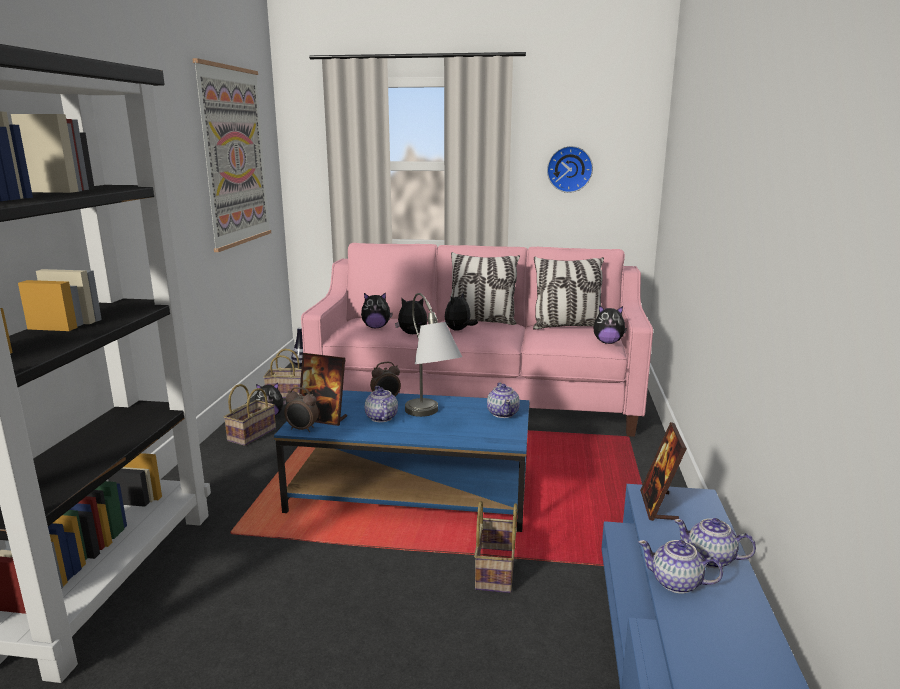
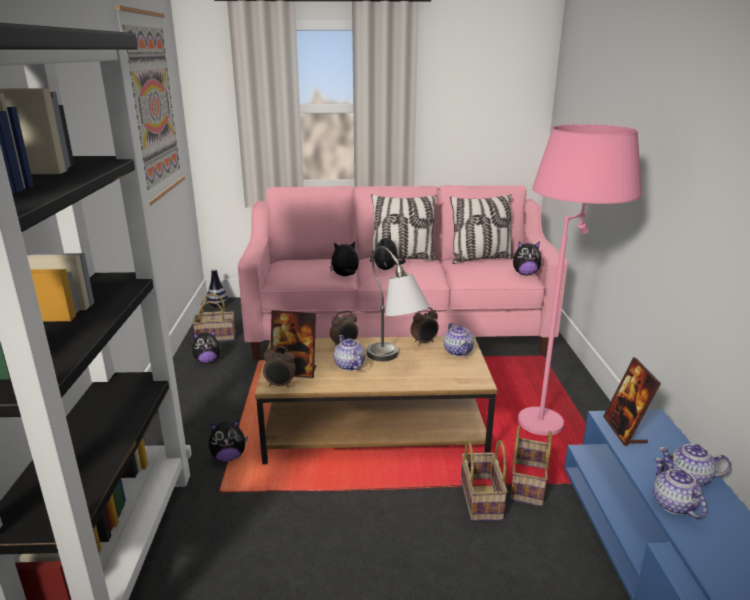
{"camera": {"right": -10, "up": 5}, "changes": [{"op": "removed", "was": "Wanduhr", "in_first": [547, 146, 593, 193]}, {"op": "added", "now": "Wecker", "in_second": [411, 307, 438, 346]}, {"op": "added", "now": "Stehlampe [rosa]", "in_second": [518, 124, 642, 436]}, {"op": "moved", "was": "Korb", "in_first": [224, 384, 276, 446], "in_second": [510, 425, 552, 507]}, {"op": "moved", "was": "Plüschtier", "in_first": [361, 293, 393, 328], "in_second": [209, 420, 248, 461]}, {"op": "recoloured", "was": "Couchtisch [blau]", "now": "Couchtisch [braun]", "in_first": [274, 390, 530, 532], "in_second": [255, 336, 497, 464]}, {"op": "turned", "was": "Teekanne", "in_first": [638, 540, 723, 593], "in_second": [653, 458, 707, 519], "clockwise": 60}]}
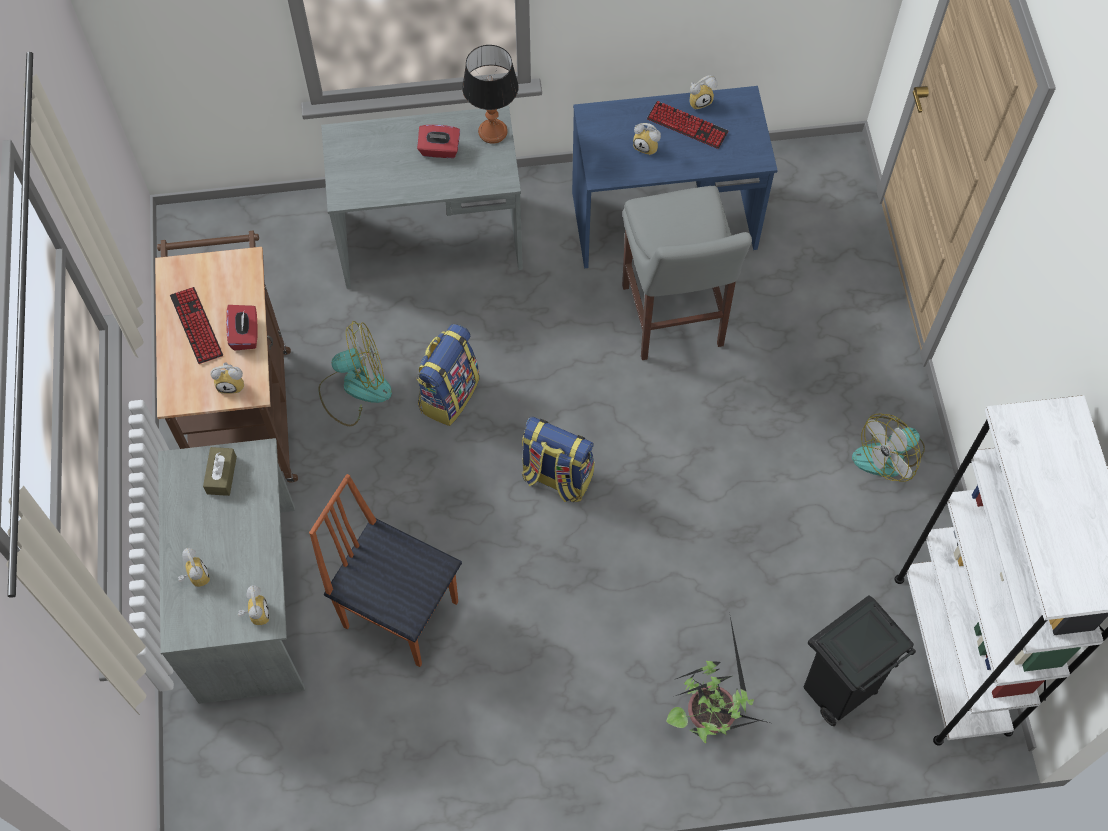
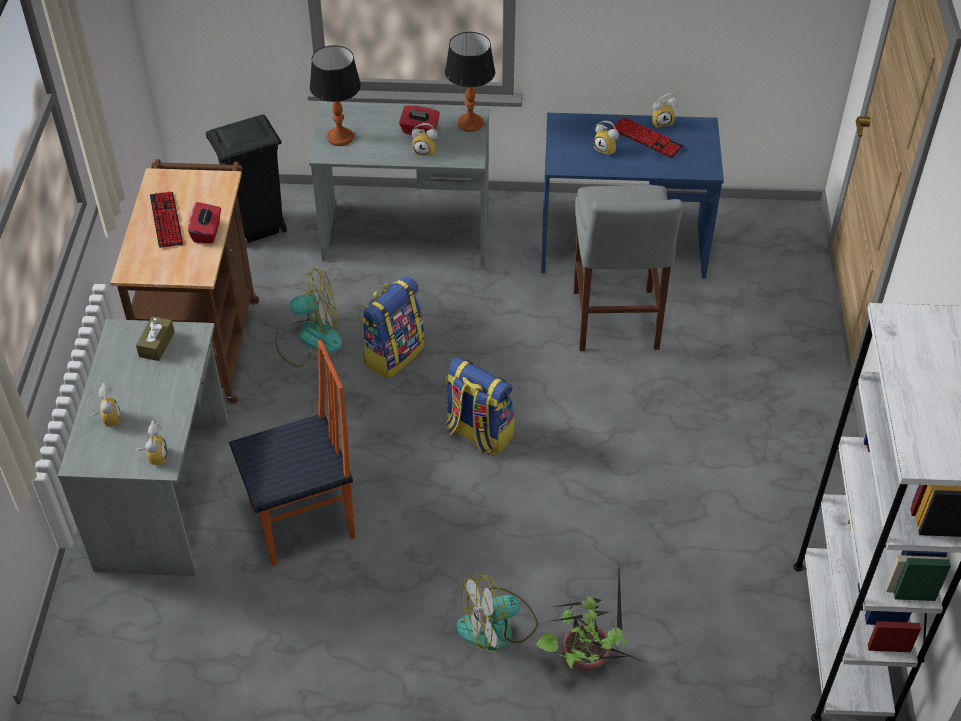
{"camera": {"right": 10, "up": -15}, "changes": [{"op": "added", "now": "Tischlampe", "in_second": [310, 45, 361, 146]}, {"op": "moved", "was": "Wecker", "in_first": [210, 362, 244, 394], "in_second": [412, 123, 438, 156]}, {"op": "moved", "was": "Mülleimer [schwarz]", "in_first": [804, 595, 916, 726], "in_second": [205, 114, 287, 243]}, {"op": "moved", "was": "Ventilator", "in_first": [852, 413, 925, 482], "in_second": [456, 573, 538, 652]}, {"op": "turned", "was": "Stuhl", "in_first": [309, 474, 462, 667], "in_second": [229, 340, 355, 566], "clockwise": 120}]}
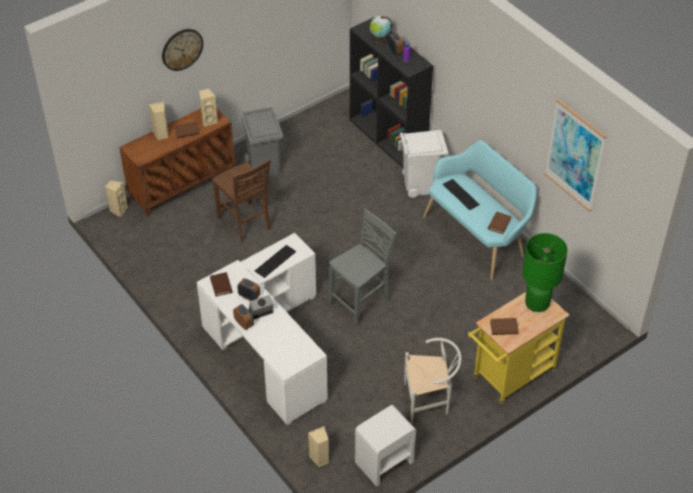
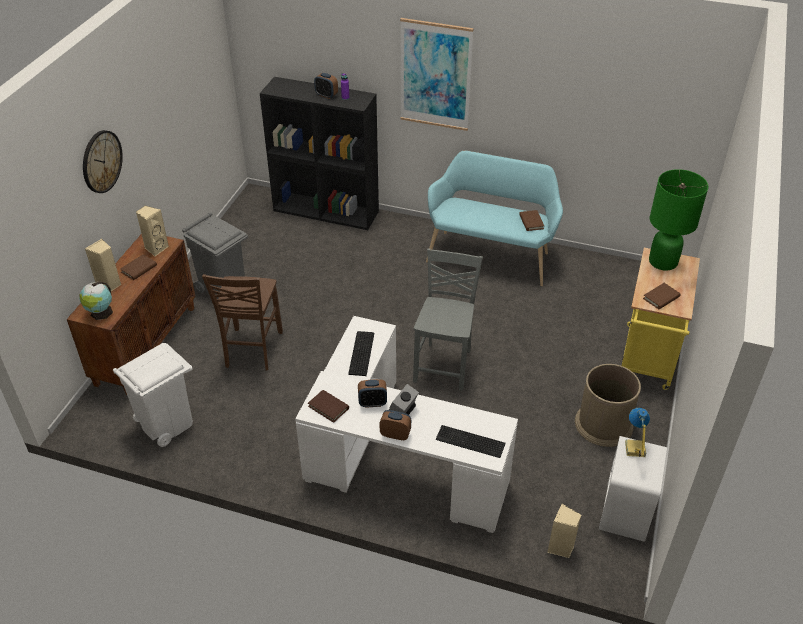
{"camera": {"right": -35, "up": -5}, "changes": [{"op": "removed", "was": "Lautsprecher [beige]", "in_first": [105, 180, 128, 217]}, {"op": "added", "now": "Tischlampe", "in_second": [625, 408, 650, 457]}, {"op": "moved", "was": "Globus", "in_first": [370, 16, 393, 44], "in_second": [79, 282, 113, 320]}, {"op": "moved", "was": "Mülleimer [weiß]", "in_first": [400, 130, 448, 198], "in_second": [113, 343, 193, 447]}, {"op": "moved", "was": "Tastatur", "in_first": [443, 179, 480, 210], "in_second": [436, 425, 506, 458]}, {"op": "moved", "was": "Bild", "in_first": [544, 99, 606, 212], "in_second": [400, 18, 474, 131]}, {"op": "replaced", "was": "Stuhl [weiß]", "now": "Mülleimer [braun]", "in_first": [404, 338, 462, 423], "in_second": [575, 364, 641, 447]}, {"op": "turned", "was": "Stuhl [braun]", "in_first": [212, 159, 271, 243], "in_second": [202, 274, 283, 370], "clockwise": 75}]}
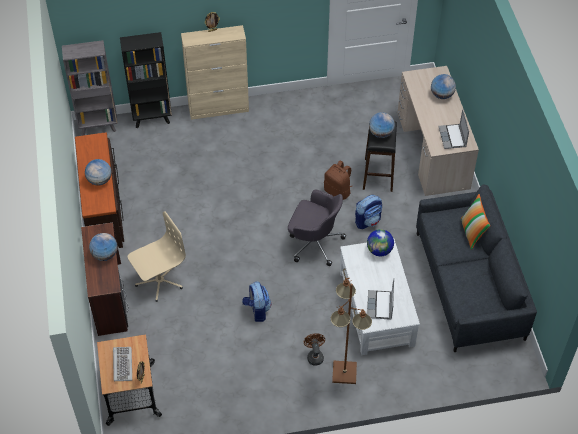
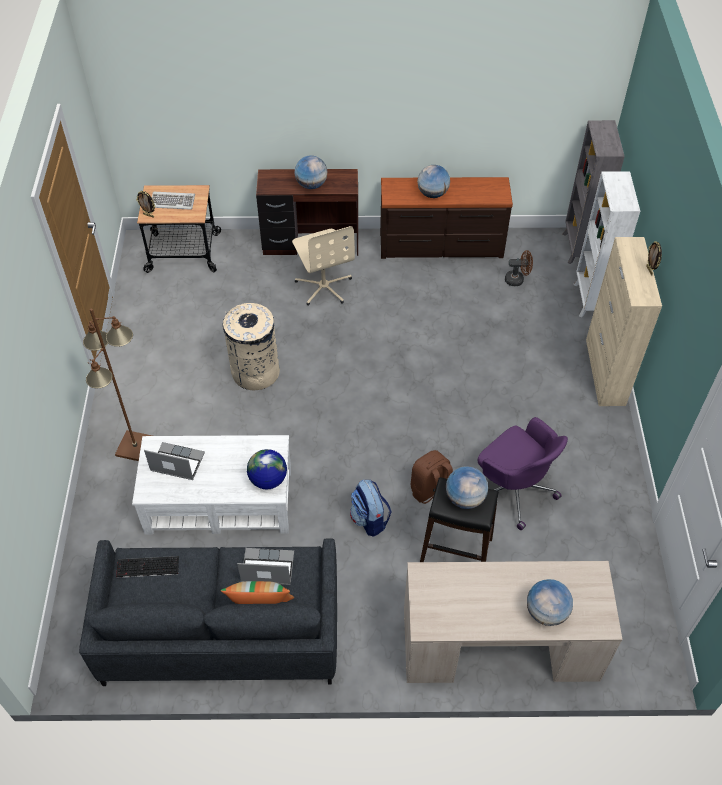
{"camera": {"right": 100, "up": 0}, "changes": [{"op": "removed", "was": "Bürostuhl [grau]", "in_first": [288, 190, 346, 266]}, {"op": "added", "now": "Tastatur", "in_second": [116, 556, 179, 578]}, {"op": "added", "now": "Bürostuhl [lila]", "in_second": [477, 417, 568, 530]}, {"op": "moved", "was": "Ventilator [braun]", "in_first": [304, 333, 325, 366], "in_second": [505, 250, 533, 286]}, {"op": "moved", "was": "Laptop", "in_first": [438, 109, 469, 149], "in_second": [237, 548, 294, 585]}, {"op": "replaced", "was": "Rucksack", "now": "Mülleimer [beige]", "in_first": [242, 282, 271, 322], "in_second": [223, 303, 280, 390]}, {"op": "recoloured", "was": "Bücherregal [schwarz]", "now": "Bücherregal [weiß]", "in_first": [120, 32, 172, 128], "in_second": [573, 171, 640, 318]}]}
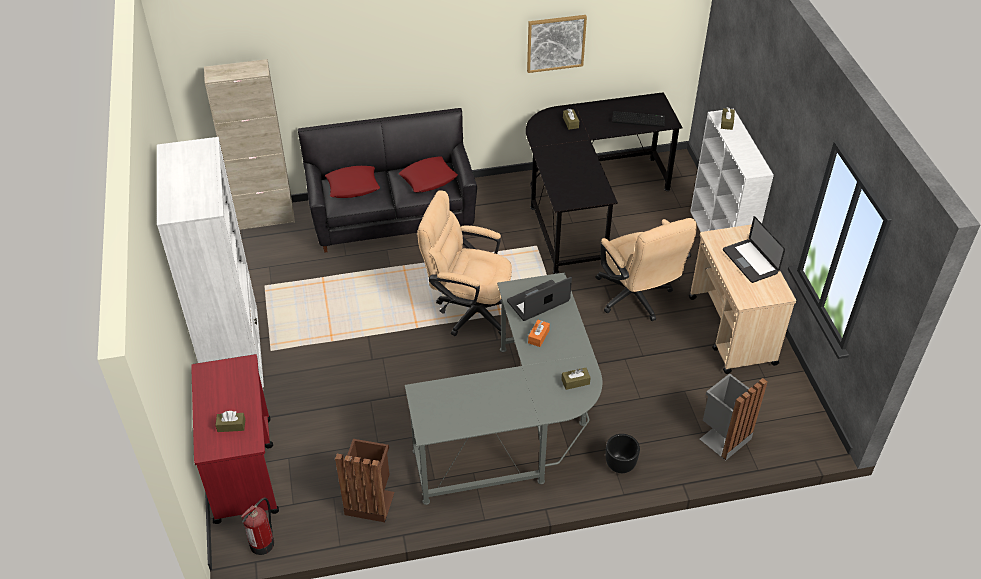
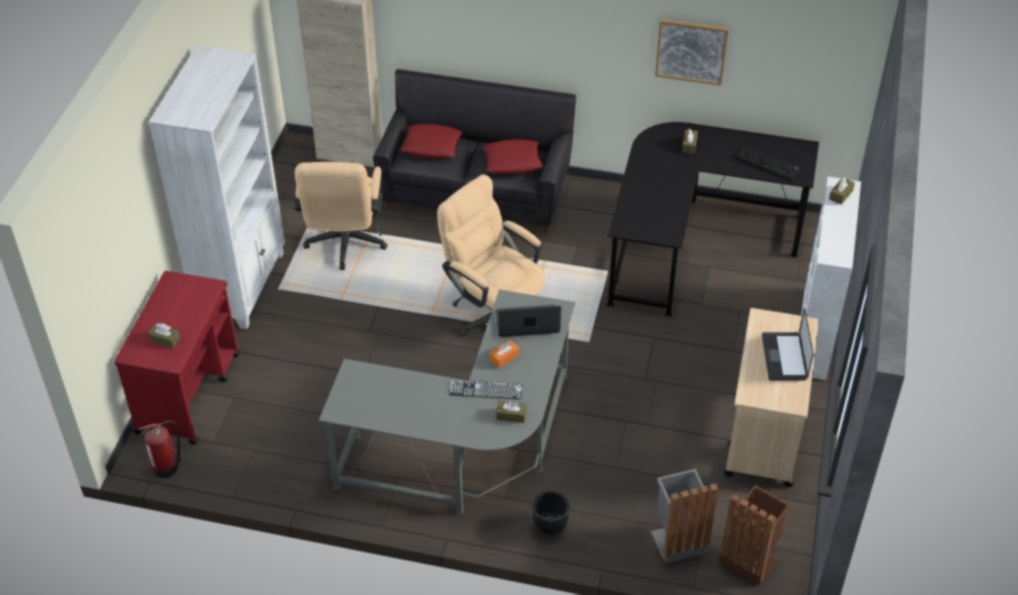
{"camera": {"right": 25, "up": 0}, "changes": [{"op": "added", "now": "Tastatur", "in_second": [449, 380, 522, 399]}, {"op": "moved", "was": "Mülleimer [braun]", "in_first": [335, 439, 394, 522], "in_second": [719, 485, 791, 586]}, {"op": "moved", "was": "Bürostuhl [beige]", "in_first": [595, 218, 697, 321], "in_second": [295, 162, 387, 270]}]}
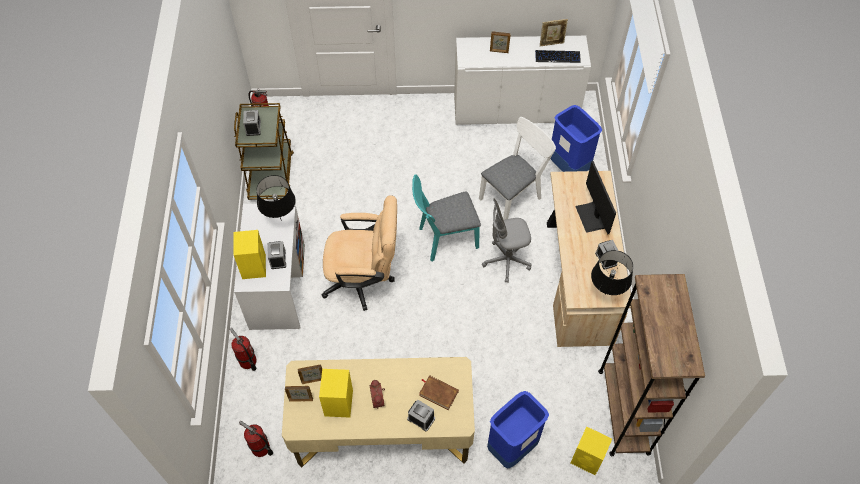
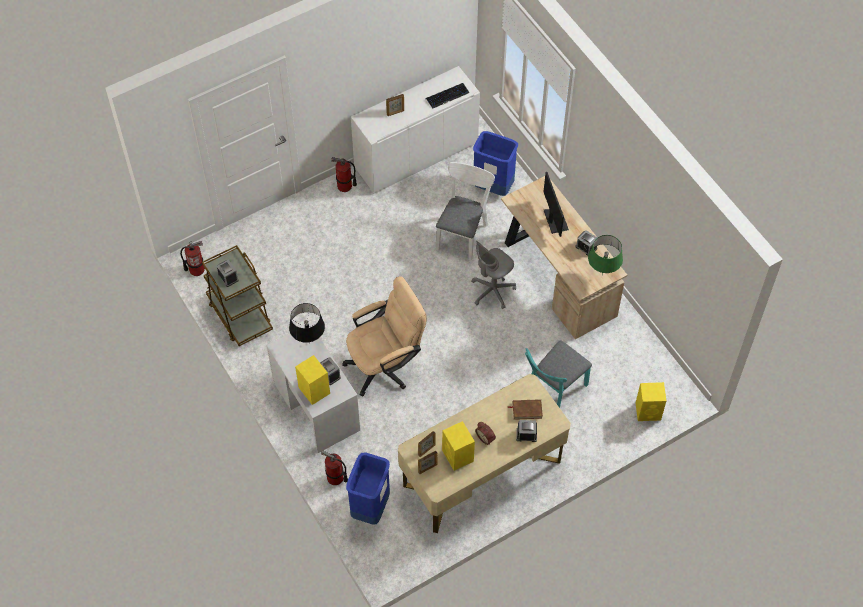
{"camera": {"right": -30, "up": 0}, "changes": [{"op": "removed", "was": "Bilderrahmen", "in_first": [540, 19, 568, 47]}, {"op": "removed", "was": "Bücherregal [braun]", "in_first": [598, 274, 705, 456]}, {"op": "moved", "was": "Feuerlöscher", "in_first": [239, 421, 273, 457], "in_second": [331, 157, 357, 192]}, {"op": "moved", "was": "Stuhl [türkis]", "in_first": [412, 174, 481, 262], "in_second": [525, 340, 592, 408]}, {"op": "moved", "was": "Mülleimer [blau]", "in_first": [487, 391, 549, 468], "in_second": [346, 452, 390, 524]}, {"op": "recoloured", "was": "Tischlampe [schwarz]", "now": "Tischlampe [grün]", "in_first": [591, 250, 633, 295], "in_second": [588, 235, 623, 276]}, {"op": "turned", "was": "Monitor", "in_first": [575, 161, 616, 234], "in_second": [543, 172, 569, 237], "clockwise": -150}]}
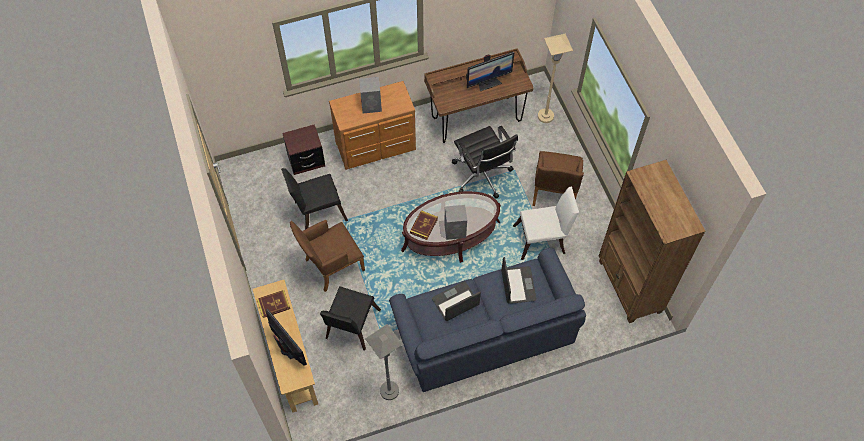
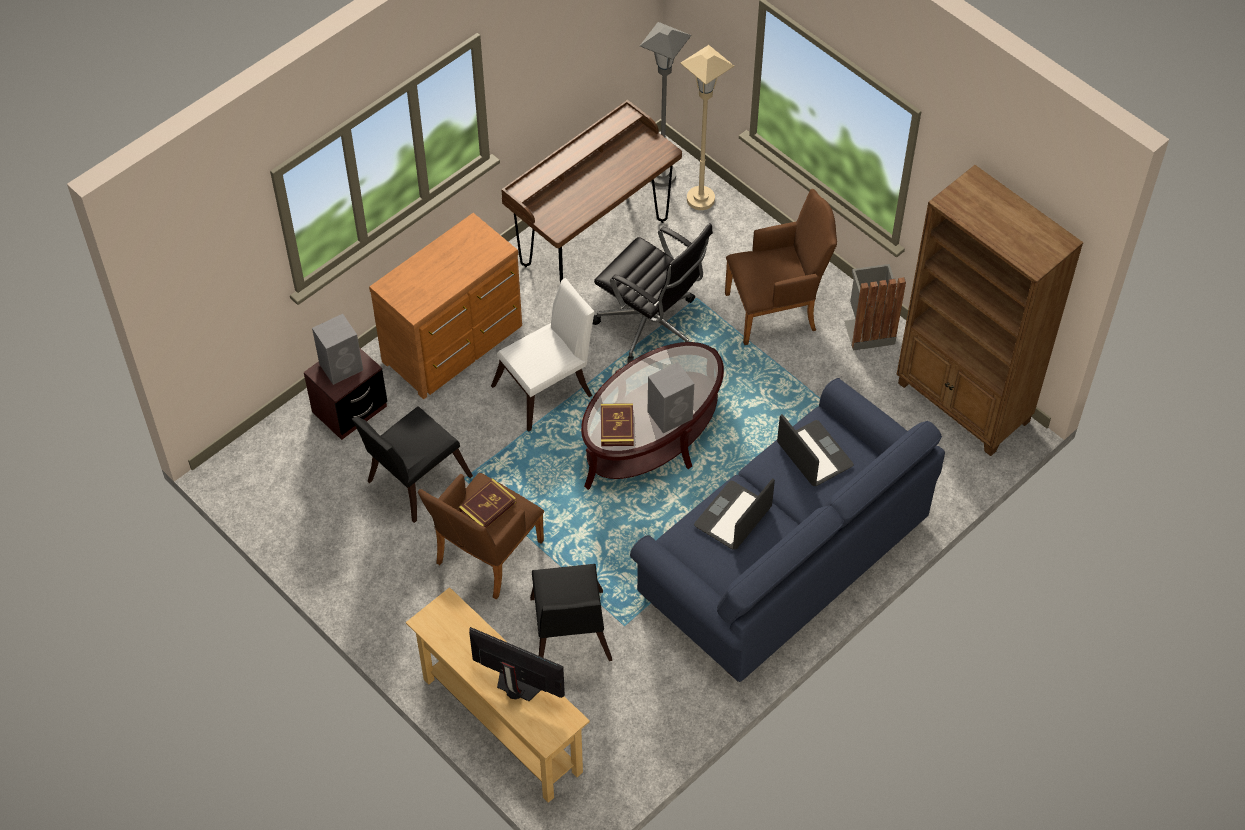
{"camera": {"right": -25, "up": -5}, "changes": [{"op": "removed", "was": "Monitor", "in_first": [466, 52, 514, 91]}, {"op": "added", "now": "Mülleimer [grau]", "in_second": [844, 264, 906, 351]}, {"op": "moved", "was": "Buch", "in_first": [257, 290, 290, 318], "in_second": [459, 479, 516, 528]}, {"op": "moved", "was": "Lautsprecher [grau]", "in_first": [359, 77, 382, 113], "in_second": [312, 314, 363, 385]}, {"op": "moved", "was": "Stehlampe [grau]", "in_first": [365, 324, 403, 400], "in_second": [640, 22, 691, 187]}, {"op": "moved", "was": "Stuhl [weiß]", "in_first": [513, 186, 579, 260], "in_second": [491, 278, 595, 432]}, {"op": "turned", "was": "Sessel [braun]", "in_first": [532, 151, 584, 206], "in_second": [725, 189, 837, 345], "clockwise": -90}]}
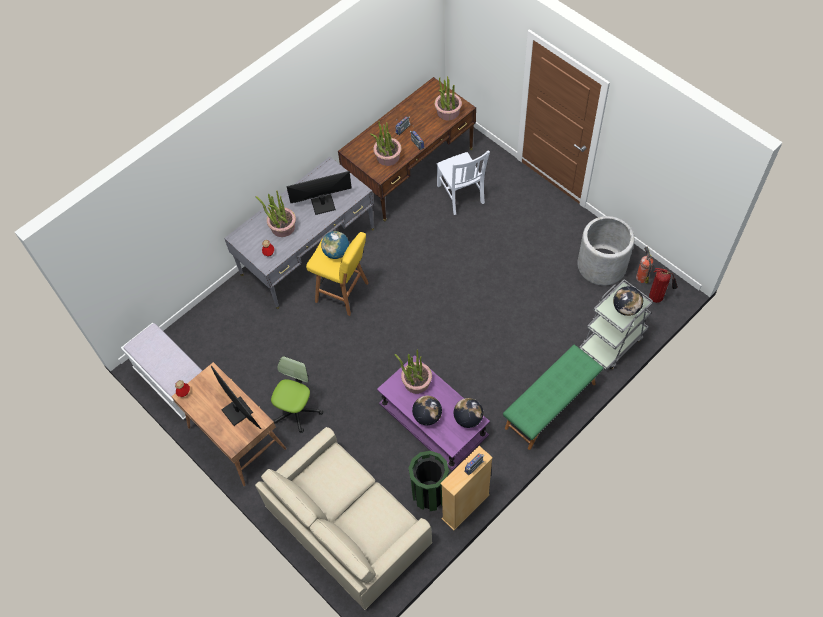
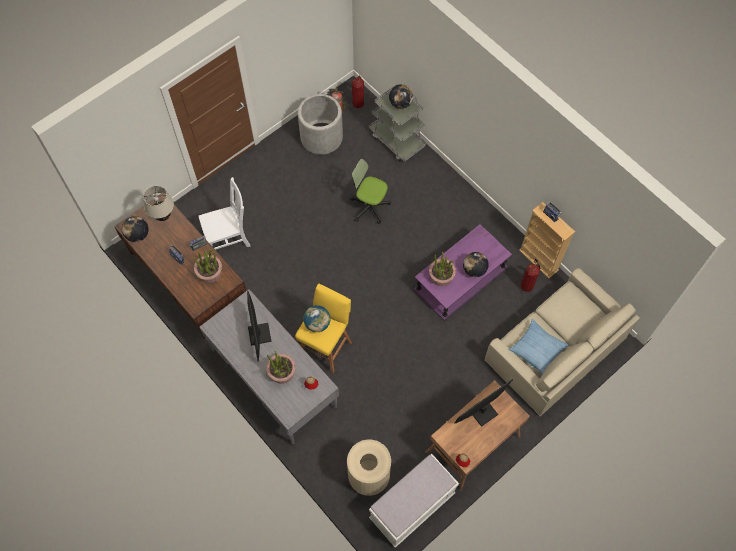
{"camera": {"right": -90, "up": 5}, "changes": [{"op": "removed", "was": "Bank [grün]", "in_first": [503, 345, 603, 450]}, {"op": "added", "now": "Mülleimer [beige]", "in_second": [347, 439, 391, 496]}, {"op": "added", "now": "Kissen", "in_second": [508, 319, 569, 374]}, {"op": "moved", "was": "Bürostuhl", "in_first": [271, 356, 323, 433], "in_second": [350, 159, 391, 224]}, {"op": "moved", "was": "Globus", "in_first": [454, 398, 483, 428], "in_second": [122, 216, 149, 242]}, {"op": "replaced", "was": "Mülleimer [grün]", "now": "Feuerlöscher", "in_first": [409, 451, 449, 511], "in_second": [521, 263, 540, 292]}, {"op": "replaced", "was": "Topfpflanze", "now": "Tischlampe [beige]", "in_first": [435, 76, 462, 120], "in_second": [143, 186, 174, 221]}]}
